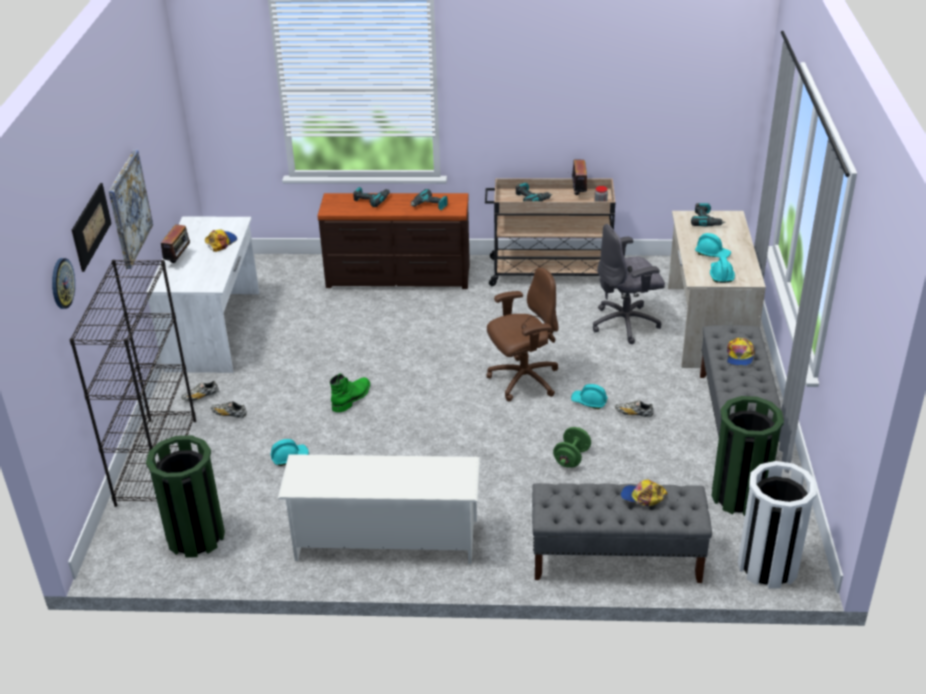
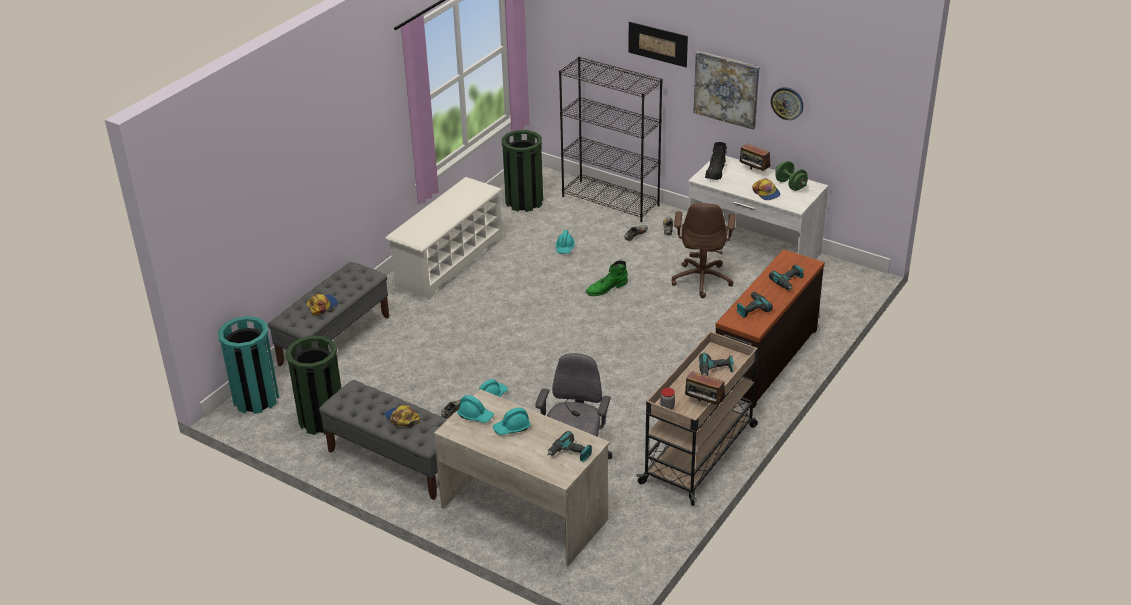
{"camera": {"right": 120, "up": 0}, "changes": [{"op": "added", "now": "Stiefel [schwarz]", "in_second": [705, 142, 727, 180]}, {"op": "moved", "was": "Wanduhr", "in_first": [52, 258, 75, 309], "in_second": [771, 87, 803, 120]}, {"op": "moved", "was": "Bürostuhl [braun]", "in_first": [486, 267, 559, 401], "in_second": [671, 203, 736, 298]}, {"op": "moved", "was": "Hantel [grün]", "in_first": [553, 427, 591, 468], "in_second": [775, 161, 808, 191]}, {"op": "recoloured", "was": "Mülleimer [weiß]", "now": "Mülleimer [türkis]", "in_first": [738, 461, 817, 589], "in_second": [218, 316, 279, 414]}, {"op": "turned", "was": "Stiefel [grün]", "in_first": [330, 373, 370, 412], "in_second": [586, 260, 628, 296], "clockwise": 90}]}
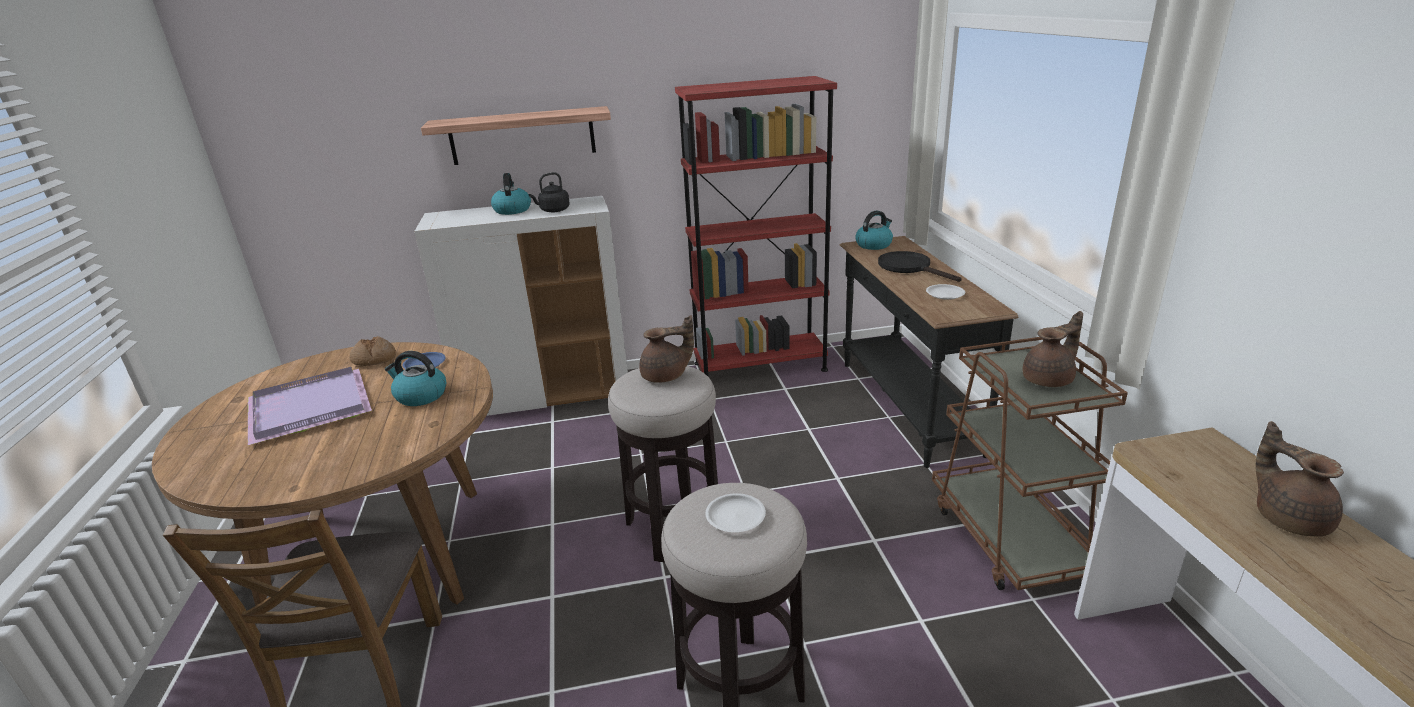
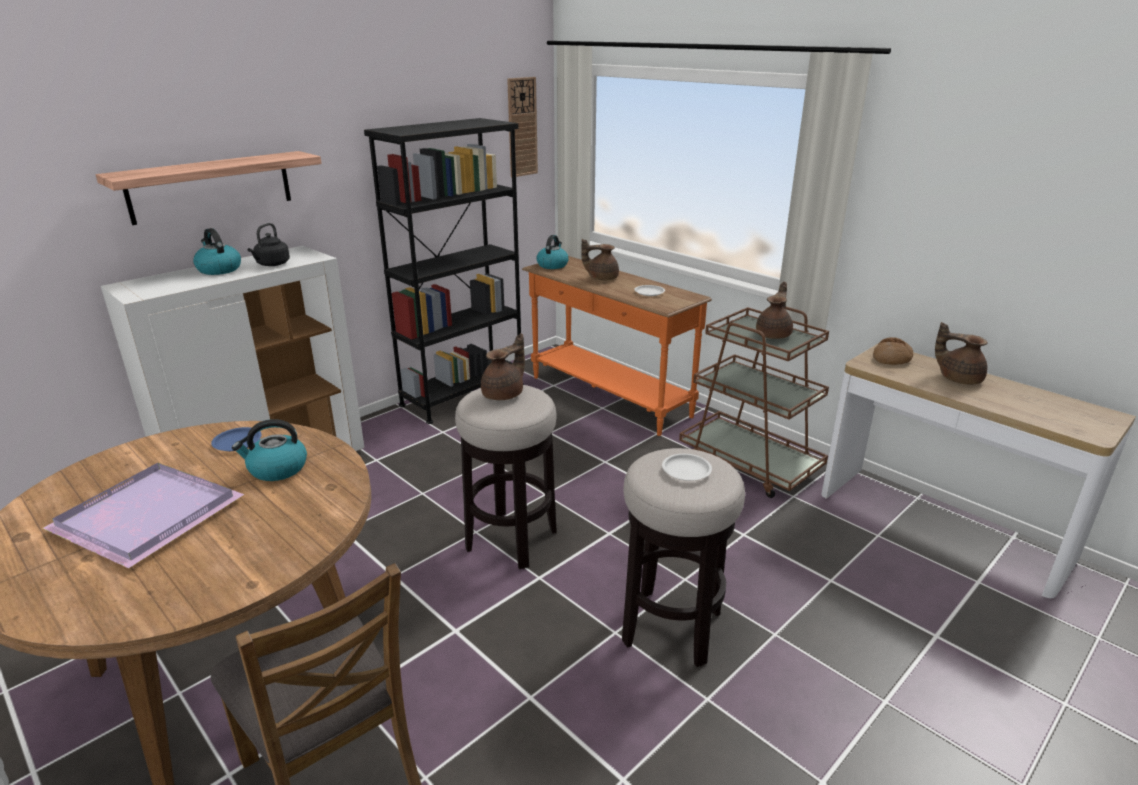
{"camera": {"right": -35, "up": 0}, "changes": [{"op": "added", "now": "Wanduhr", "in_second": [507, 77, 538, 177]}, {"op": "moved", "was": "Brot", "in_first": [349, 336, 396, 366], "in_second": [873, 337, 913, 365]}, {"op": "replaced", "was": "Pfanne [schwarz]", "now": "Teekanne [braun]", "in_first": [878, 251, 962, 282], "in_second": [581, 239, 619, 280]}, {"op": "recoloured", "was": "Bücherregal [rot]", "now": "Bücherregal [schwarz]", "in_first": [675, 76, 837, 376], "in_second": [364, 118, 524, 424]}, {"op": "recoloured", "was": "Konsolentisch [schwarz]", "now": "Konsolentisch [orange]", "in_first": [840, 236, 1018, 468], "in_second": [522, 256, 712, 436]}]}
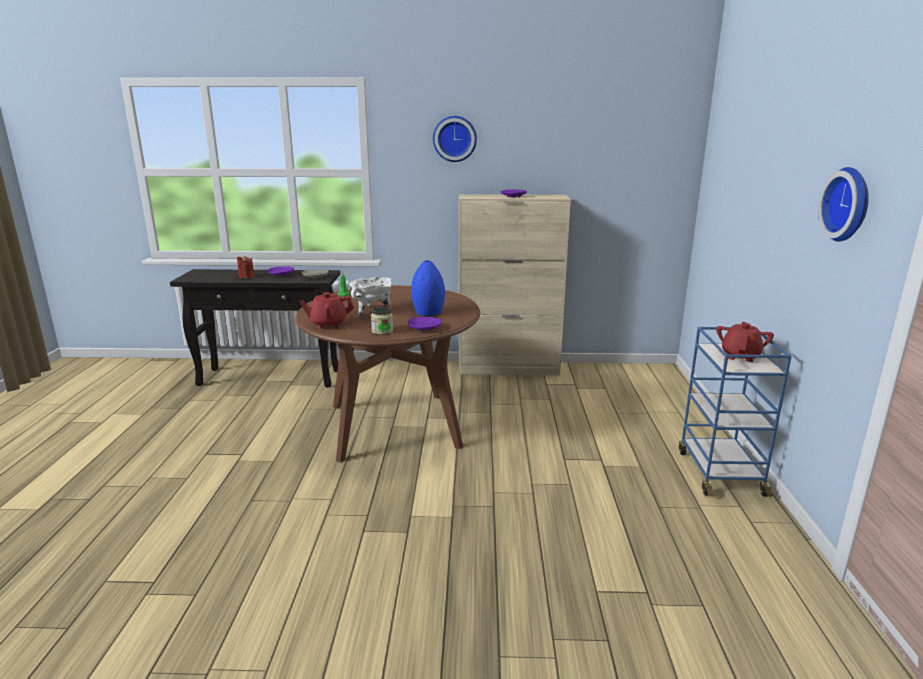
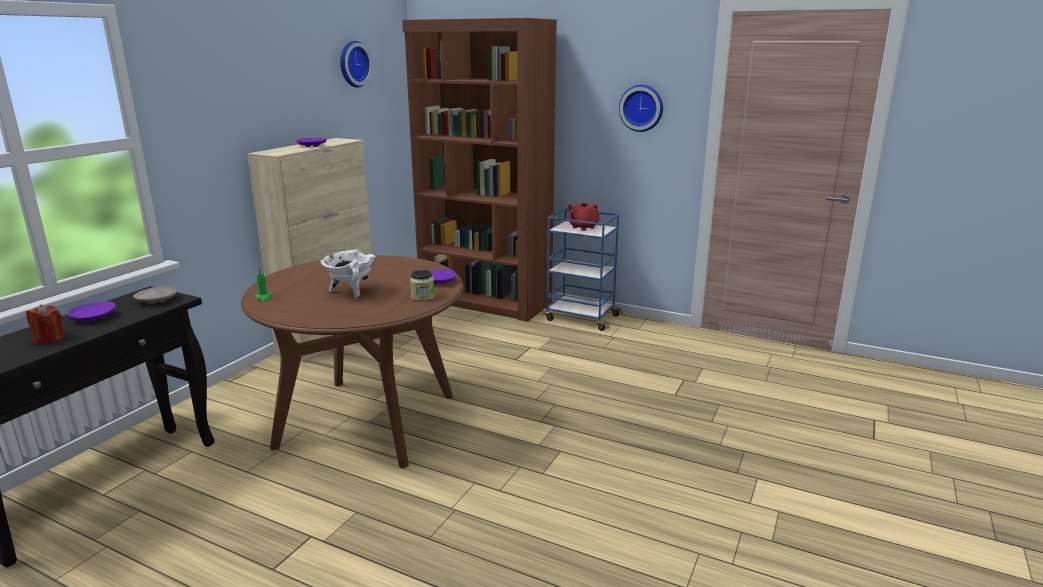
{"camera": {"right": -65, "up": 0}, "changes": [{"op": "removed", "was": "Teekanne [rot]", "in_first": [299, 292, 354, 329]}, {"op": "removed", "was": "Vase [blau]", "in_first": [411, 260, 445, 316]}, {"op": "added", "now": "Bücherregal [braun]", "in_second": [402, 18, 557, 322]}, {"op": "moved", "was": "Wanduhr", "in_first": [433, 116, 477, 162], "in_second": [340, 41, 372, 88]}]}
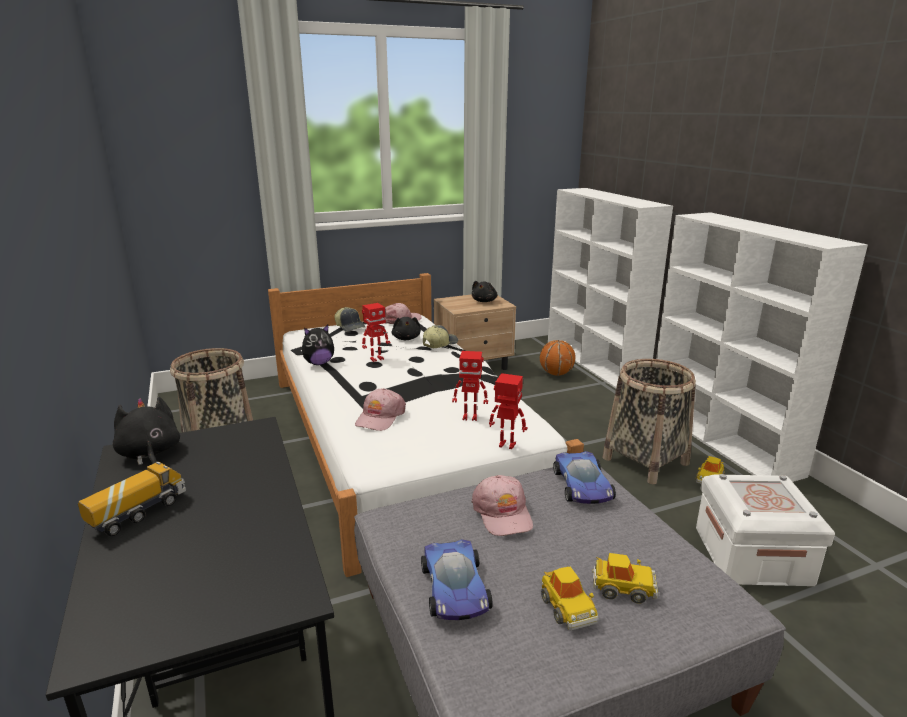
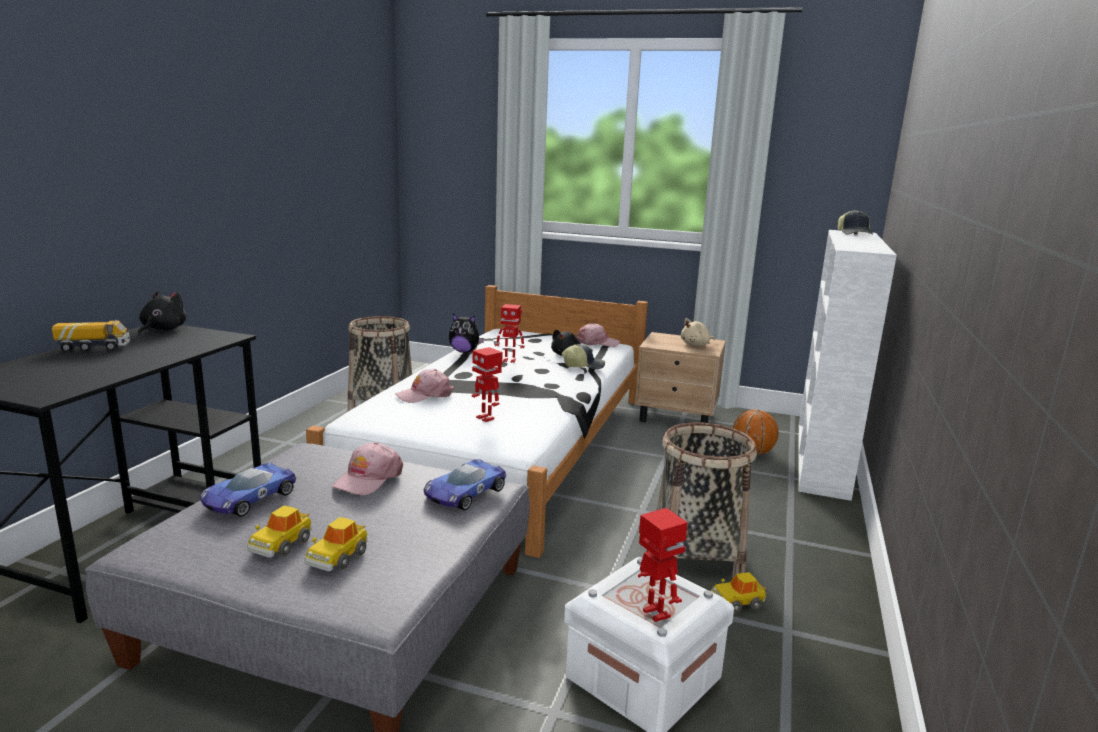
{"camera": {"right": 40, "up": -5}, "changes": [{"op": "removed", "was": "Bücherregal [weiß]", "in_first": [656, 212, 868, 482]}, {"op": "moved", "was": "Kappe", "in_first": [334, 307, 365, 332], "in_second": [838, 210, 873, 235]}, {"op": "moved", "was": "Spielzeugroboter", "in_first": [489, 373, 528, 449], "in_second": [638, 508, 688, 622]}, {"op": "recoloured", "was": "Plüschtier [schwarz]", "now": "Plüschtier [beige]", "in_first": [472, 281, 498, 302], "in_second": [681, 318, 715, 346]}, {"op": "turned", "was": "Spielzeugauto", "in_first": [592, 553, 659, 604], "in_second": [305, 517, 367, 571], "clockwise": 60}]}
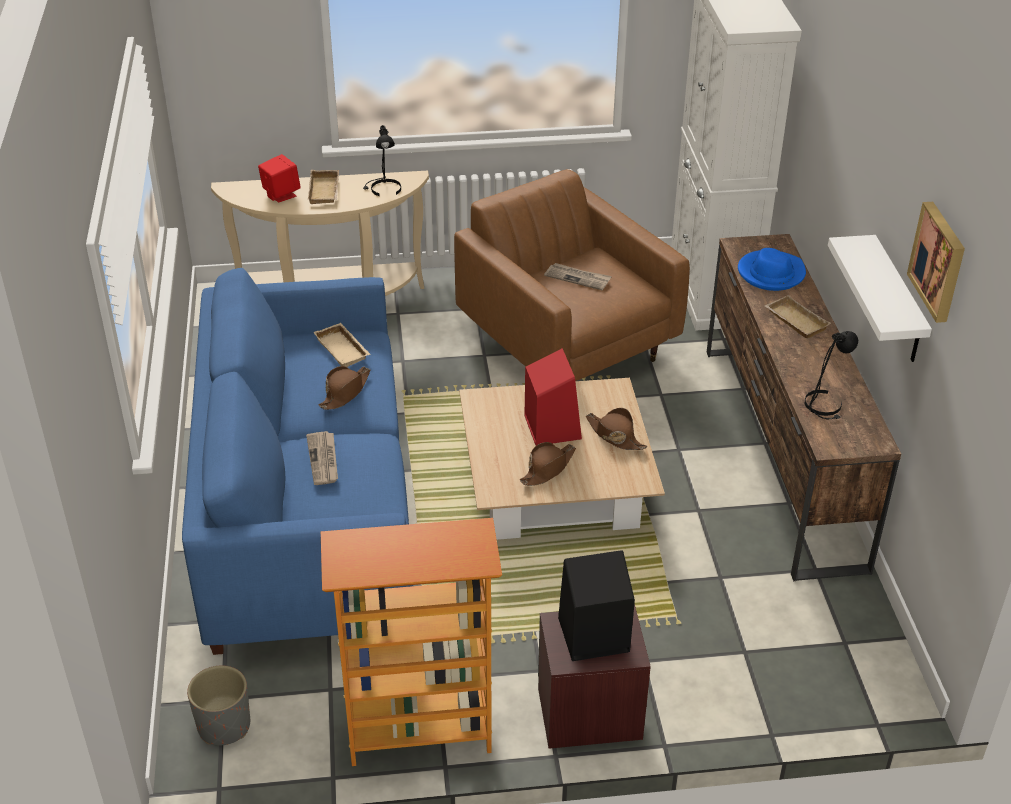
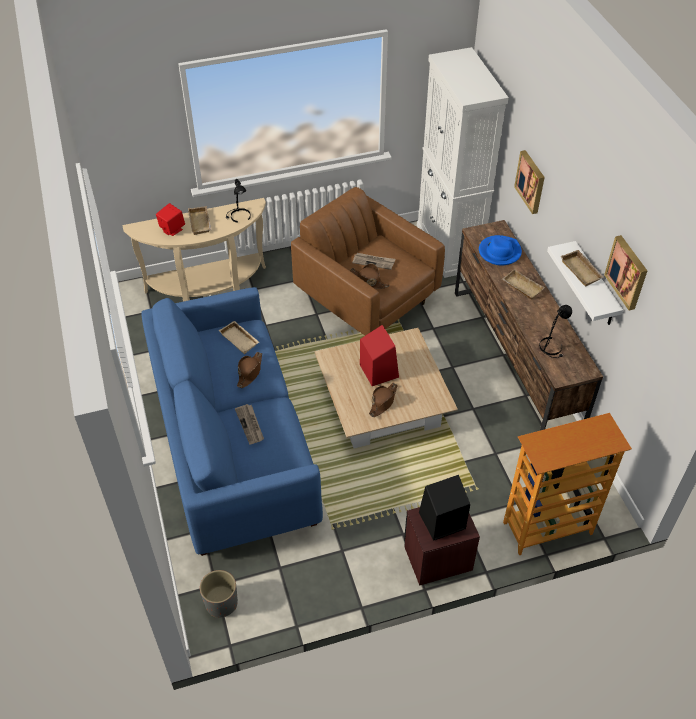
{"camera": {"right": -10, "up": 10}, "changes": [{"op": "added", "now": "Bild", "in_second": [514, 150, 545, 214]}, {"op": "added", "now": "Tablett [beige]", "in_second": [561, 250, 605, 287]}, {"op": "moved", "was": "Bücherregal", "in_first": [321, 518, 502, 766], "in_second": [503, 413, 632, 555]}, {"op": "moved", "was": "Hut [braun]", "in_first": [586, 408, 647, 450], "in_second": [350, 264, 389, 289]}]}
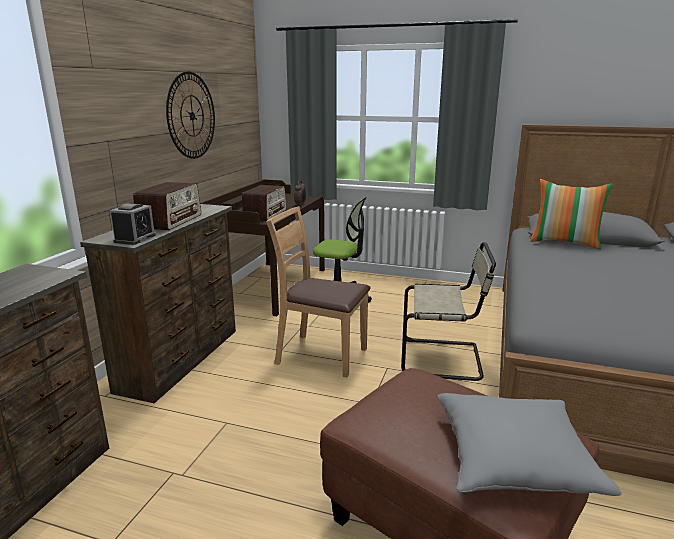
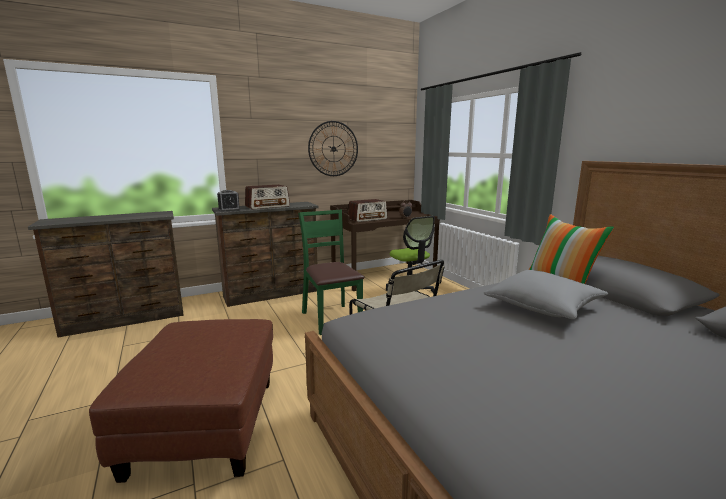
{"camera": {"right": 45, "up": -5}, "changes": [{"op": "moved", "was": "Kissen [grau]", "in_first": [437, 393, 621, 496], "in_second": [484, 270, 609, 319]}, {"op": "recoloured", "was": "Stuhl [braun]", "now": "Stuhl [grün]", "in_first": [266, 206, 371, 377], "in_second": [298, 210, 364, 335]}]}
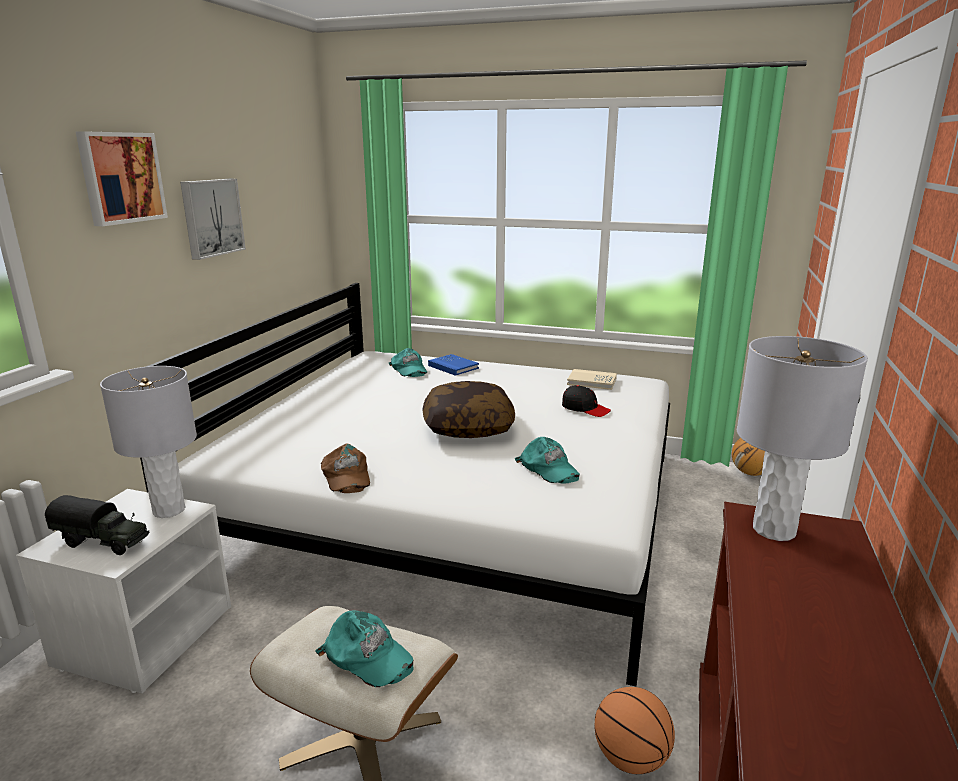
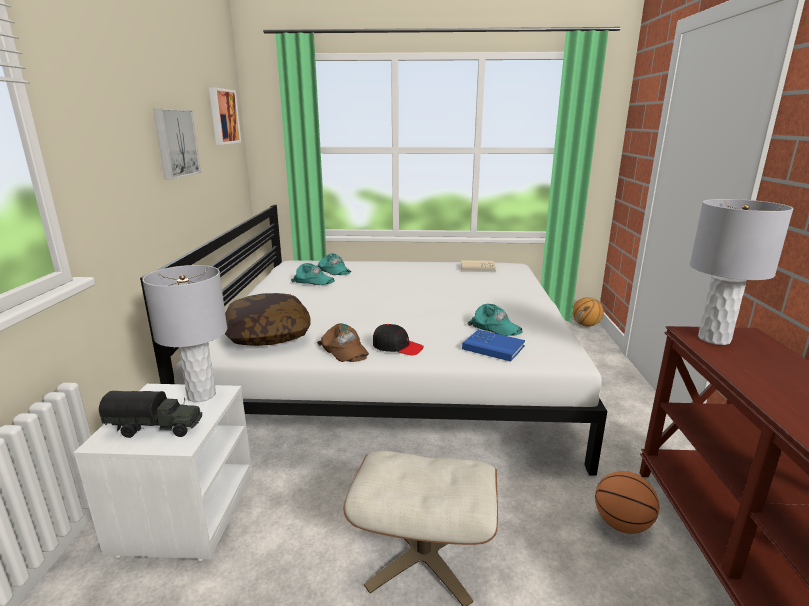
{"camera": {"right": -15, "up": 0}, "changes": [{"op": "moved", "was": "Bild", "in_first": [76, 131, 168, 226], "in_second": [209, 88, 241, 145]}, {"op": "moved", "was": "Kappe [türkis]", "in_first": [315, 610, 414, 687], "in_second": [291, 263, 335, 285]}, {"op": "moved", "was": "Kissen", "in_first": [423, 381, 515, 438], "in_second": [225, 293, 311, 346]}, {"op": "moved", "was": "Buch [blau]", "in_first": [428, 354, 479, 376], "in_second": [462, 330, 525, 362]}, {"op": "moved", "was": "Kappe [schwarz]", "in_first": [562, 385, 611, 417], "in_second": [373, 324, 424, 355]}]}
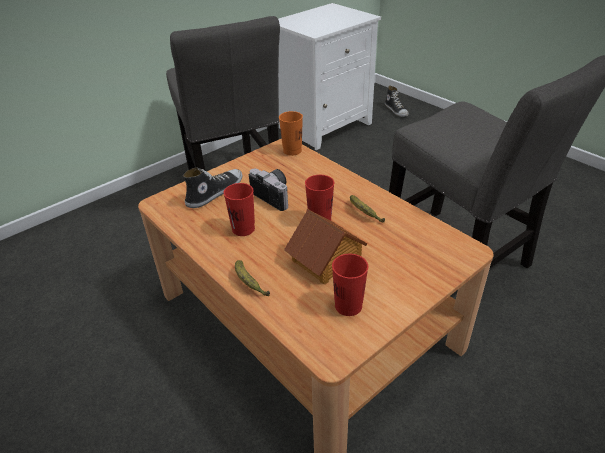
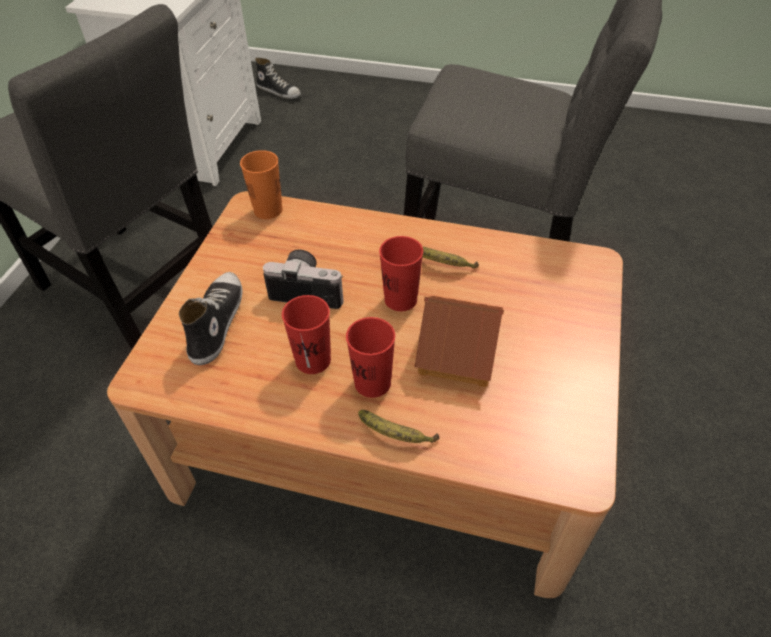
{"camera": {"right": -35, "up": 10}, "changes": [{"op": "moved", "was": "Tasse [rot]", "in_first": [332, 254, 368, 316], "in_second": [346, 317, 395, 398]}]}
